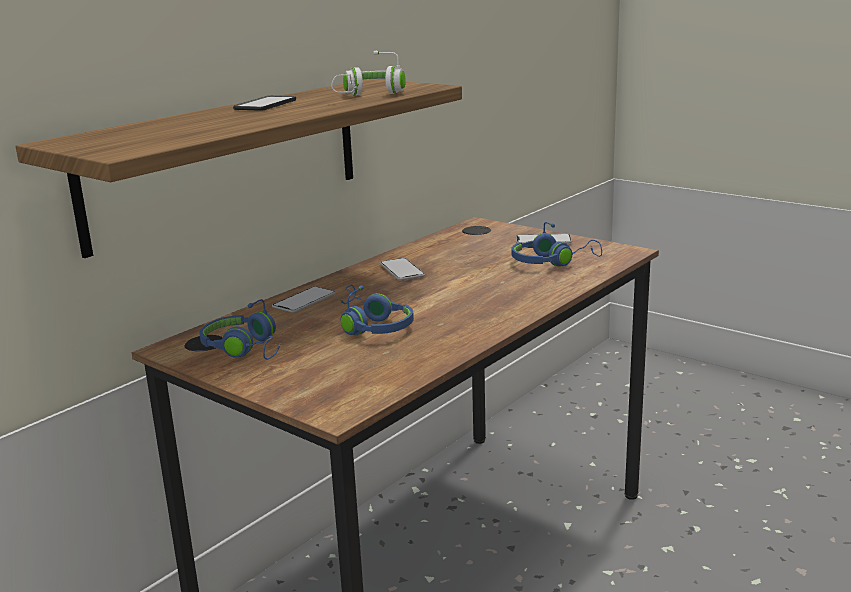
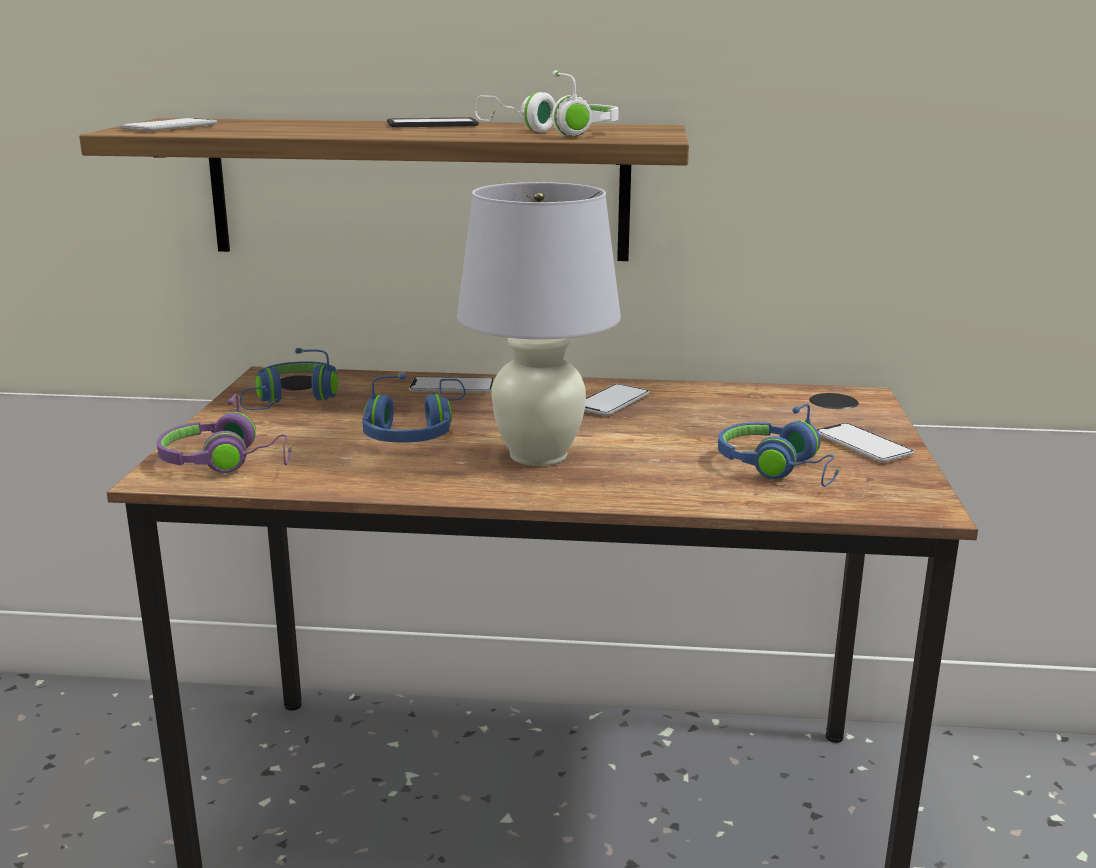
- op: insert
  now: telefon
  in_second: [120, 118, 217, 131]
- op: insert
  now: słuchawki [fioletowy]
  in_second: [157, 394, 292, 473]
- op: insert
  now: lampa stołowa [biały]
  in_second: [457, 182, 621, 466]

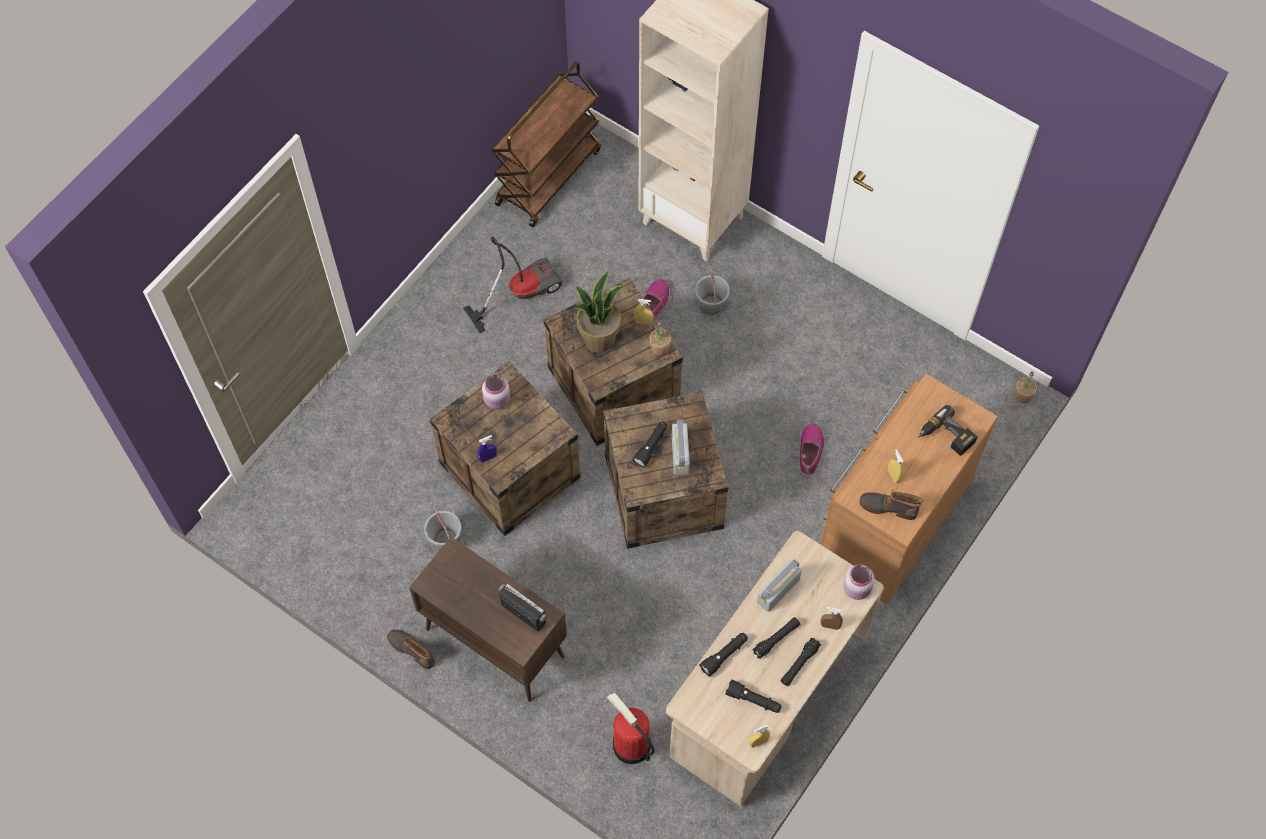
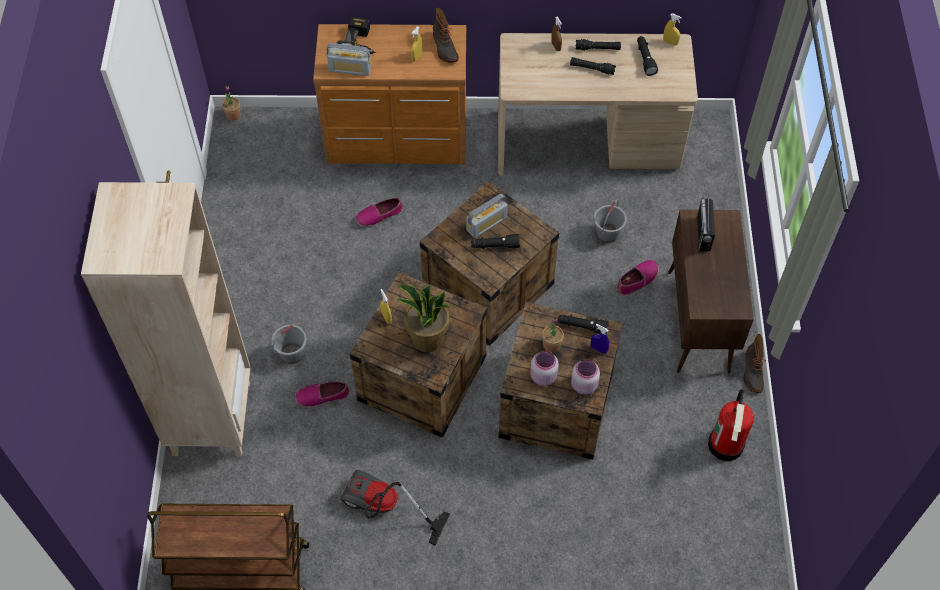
- op: insert
  now: but
  in_second: [617, 260, 659, 296]
- op: move
  was: wiadro [szary]
  in_first: [424, 508, 462, 550]
  in_second: [594, 199, 627, 243]
- op: move
  was: gaśnica
  in_first: [606, 693, 655, 764]
  in_second: [708, 389, 754, 461]
- op: move
  was: roślina doniczkowa
  in_first: [650, 320, 671, 356]
  in_second: [542, 317, 564, 353]
- op: move
  was: latarka [czarny]
  in_first: [699, 633, 748, 677]
  in_second: [558, 315, 609, 334]
- op: move
  was: radio
  in_first: [757, 559, 802, 612]
  in_second: [327, 43, 371, 76]
- op: move
  was: słoik [różowy]
  in_first: [843, 564, 875, 600]
  in_second: [571, 359, 600, 395]

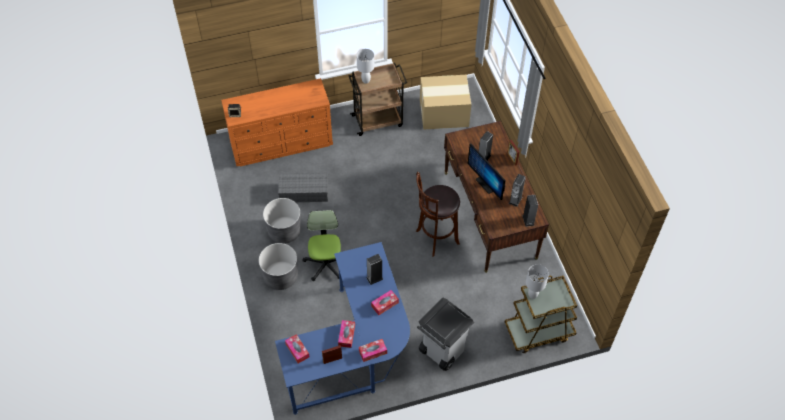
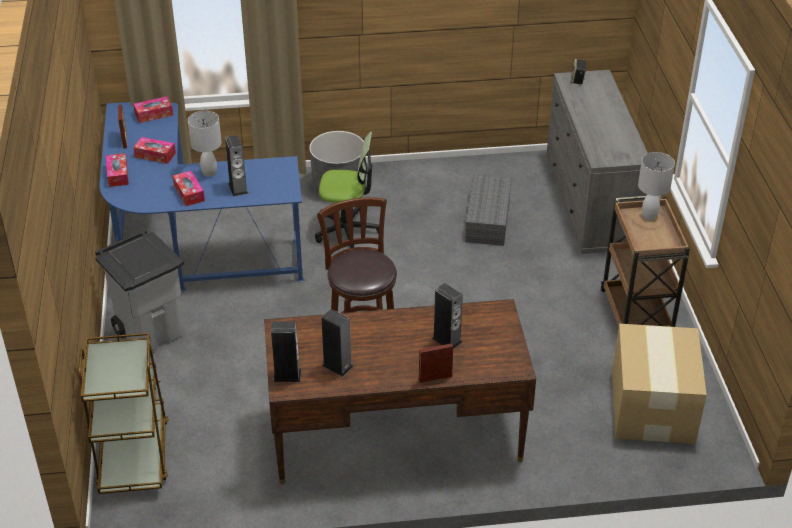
- op: delete
  was: donica [szary]
  in_first: [263, 198, 301, 244]
- op: delete
  was: monitor
  in_first: [468, 144, 505, 200]
- op: move
  was: lampa stołowa [biały]
  in_first: [526, 264, 549, 299]
  in_second: [188, 111, 222, 177]
- op: recolor
  was: komoda [pomarańczowy]
  now: komoda [szary]
  in_first: [221, 78, 333, 166]
  in_second: [546, 70, 648, 254]

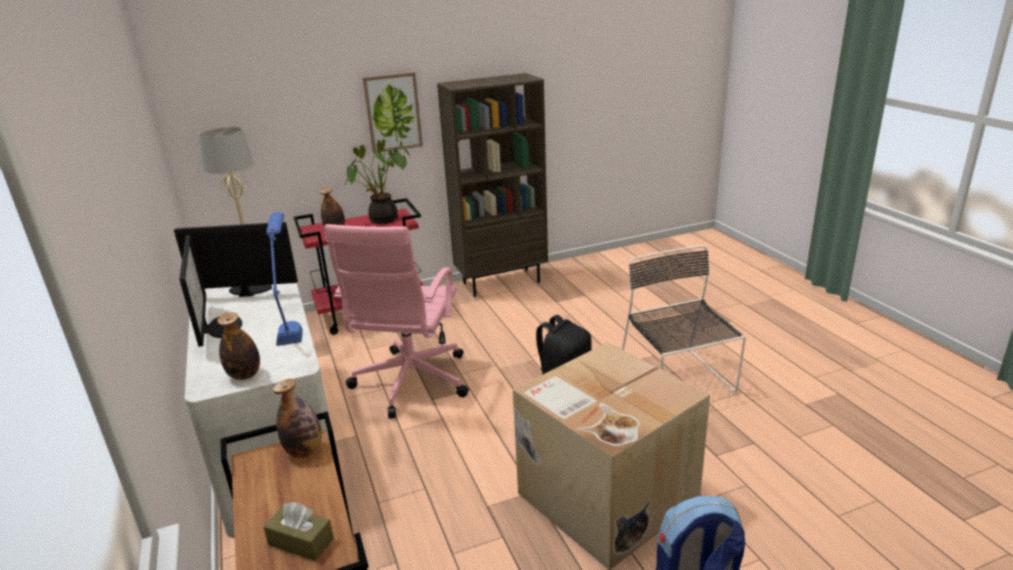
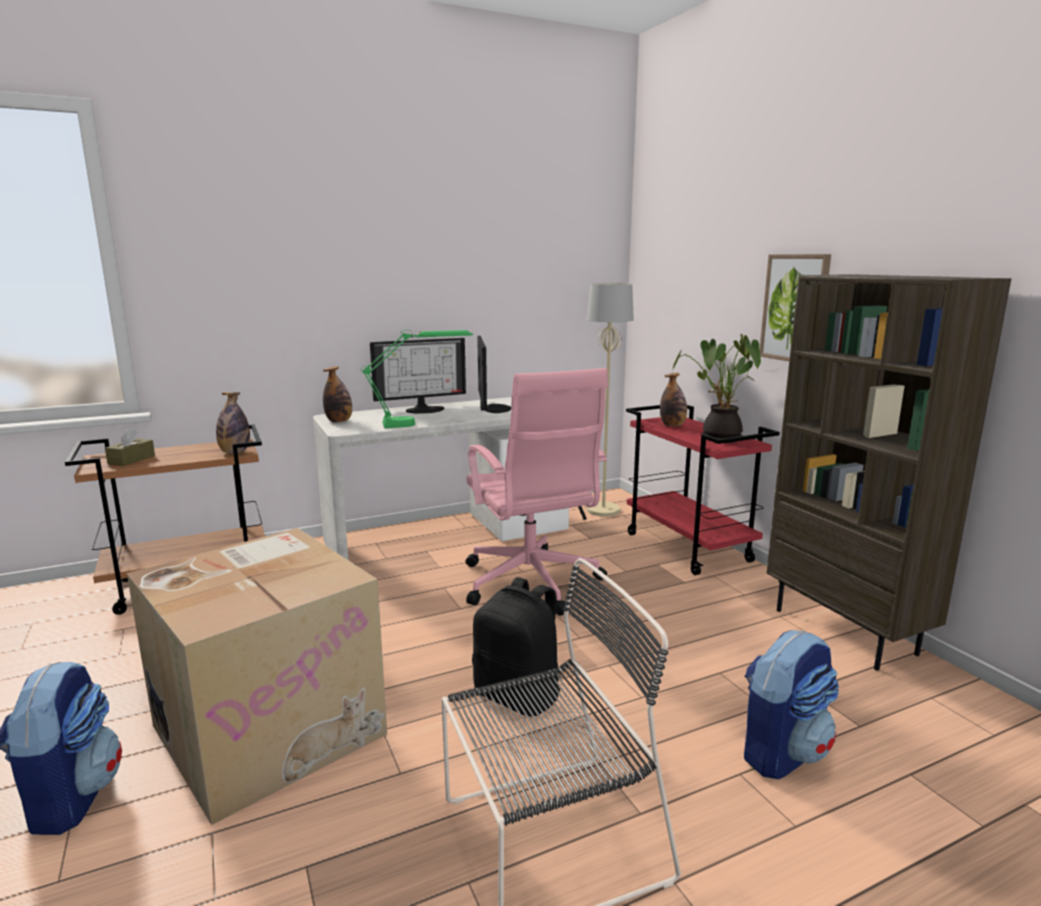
- op: insert
  now: plecak
  in_second: [744, 630, 839, 779]
- op: recolor
  was: lampa stołowa [niebieski]
  now: lampa stołowa [zielony]
  in_first: [266, 212, 303, 346]
  in_second: [361, 330, 473, 428]
- op: rotate
  was: krzesło biurowe [różowy]
  in_first: [325, 224, 469, 419]
  in_second: [465, 368, 608, 616]
  clockwise: -120

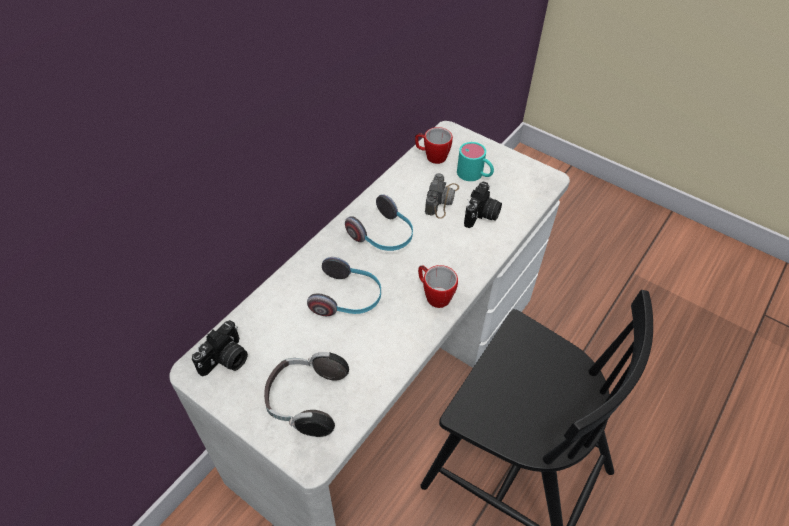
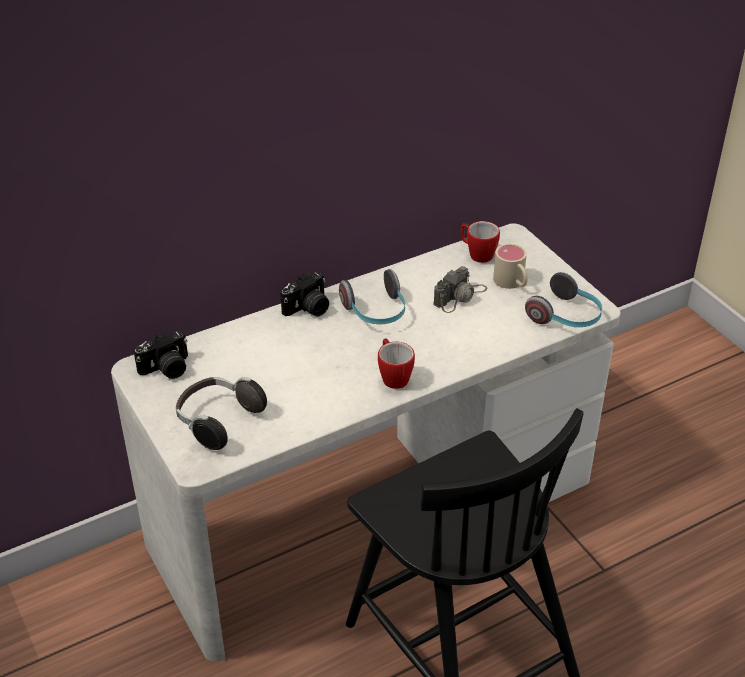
- op: move
  was: słuchawki
  in_first: [307, 257, 381, 316]
  in_second: [525, 272, 602, 327]
- op: move
  was: aparat fotograficzny
  in_first: [464, 181, 502, 228]
  in_second: [281, 272, 329, 316]
- op: recolor
  was: kubek [turkusowy]
  now: kubek [beżowy]
  in_first: [457, 142, 494, 181]
  in_second: [493, 244, 528, 289]

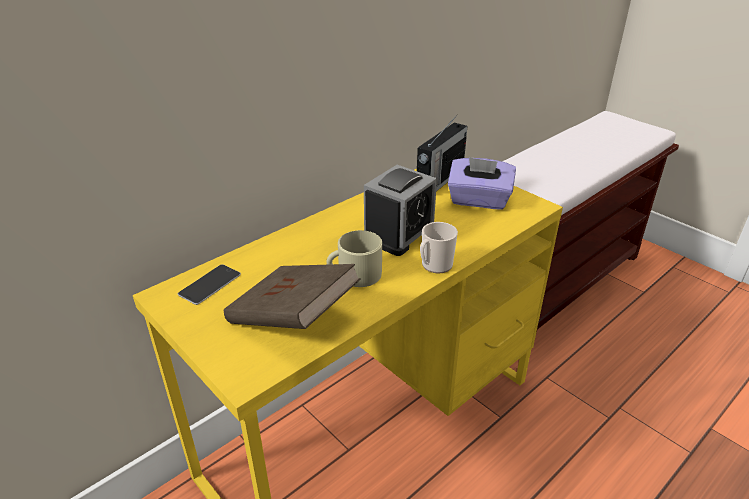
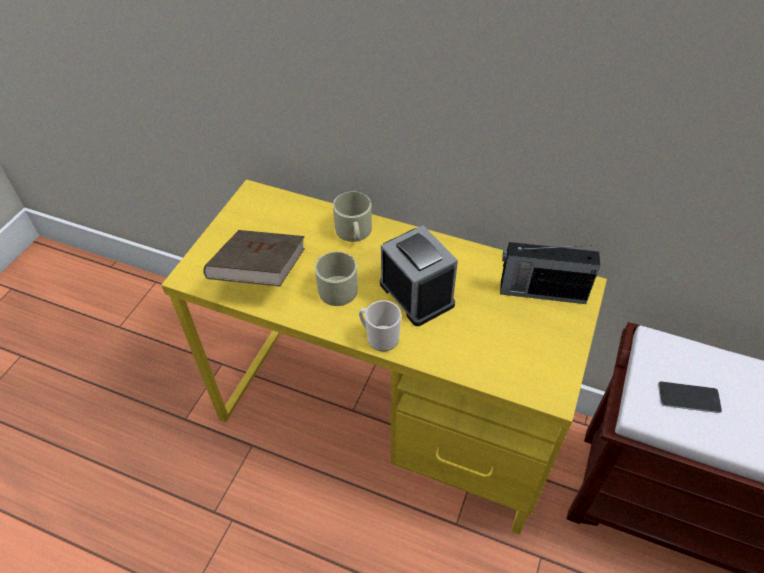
- op: delete
  was: pudełko chusteczek [fioletowy]
  in_first: [448, 157, 516, 210]
- op: insert
  now: kubek [beżowy]
  in_second: [333, 192, 372, 242]
- op: move
  was: telefon
  in_first: [178, 264, 241, 305]
  in_second: [658, 381, 722, 413]
- op: rotate
  was: budzik
  in_first: [364, 165, 437, 256]
  in_second: [380, 225, 458, 326]
  clockwise: -135

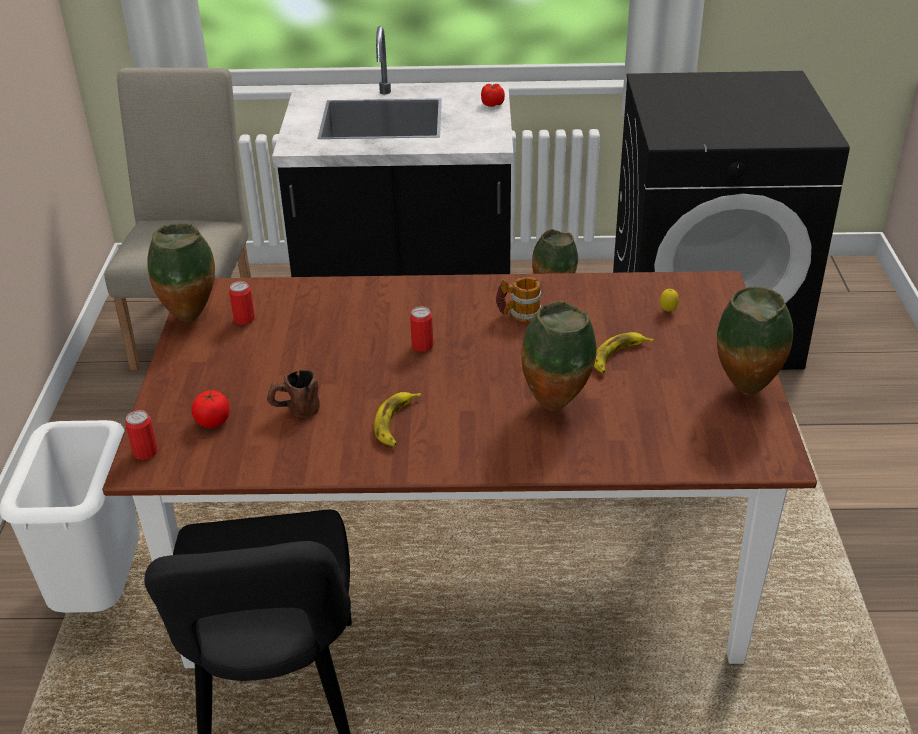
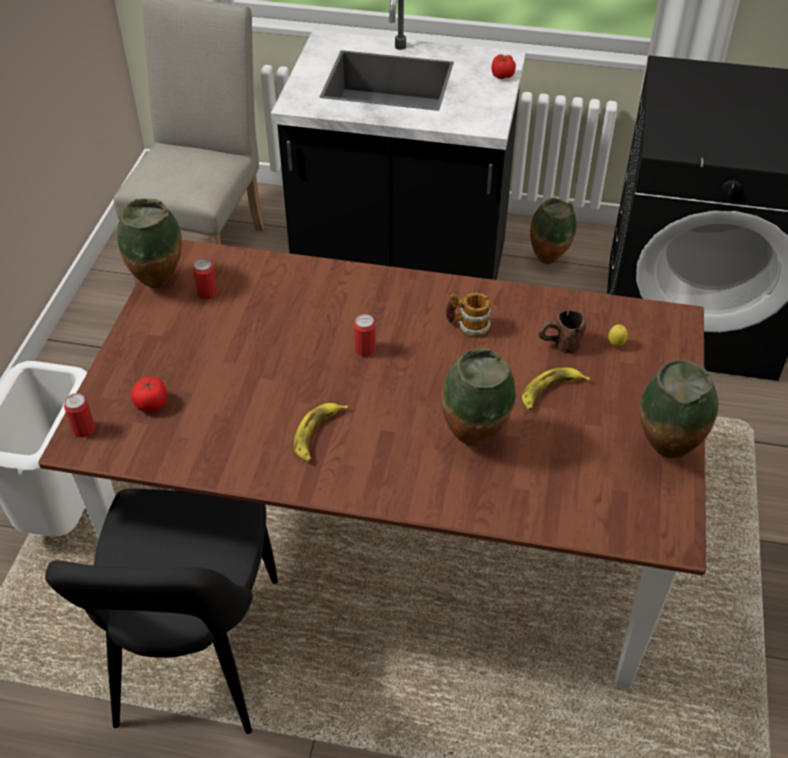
- op: move
  was: kubek [brązowy]
  in_first: [267, 370, 320, 418]
  in_second: [538, 310, 586, 353]

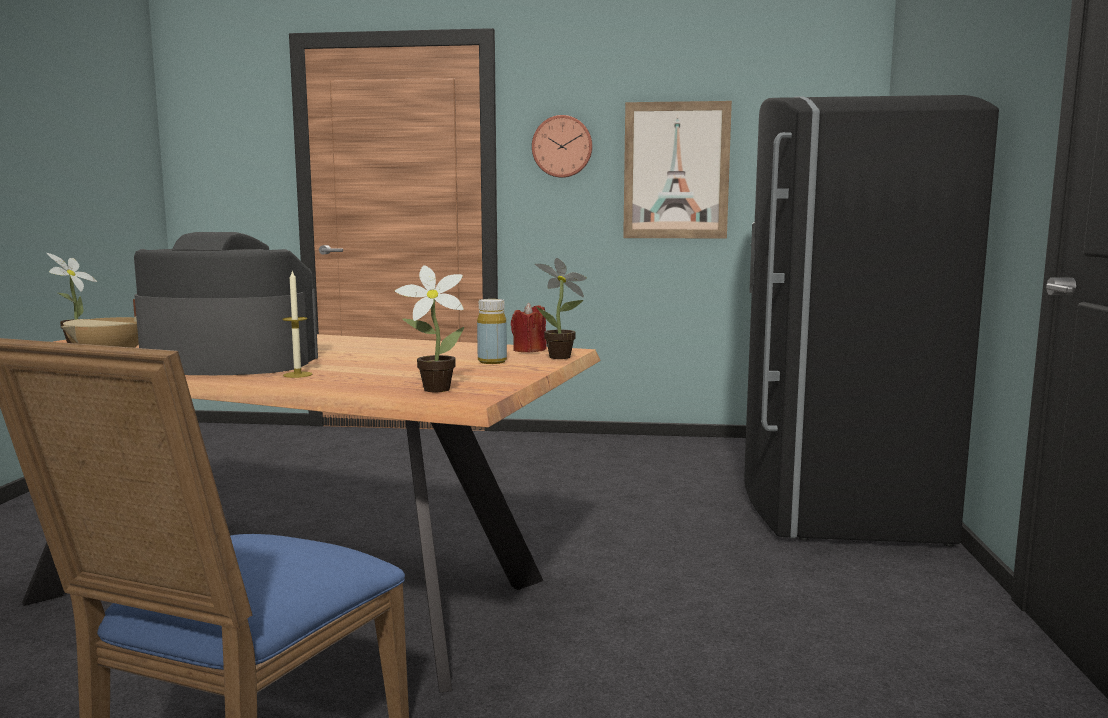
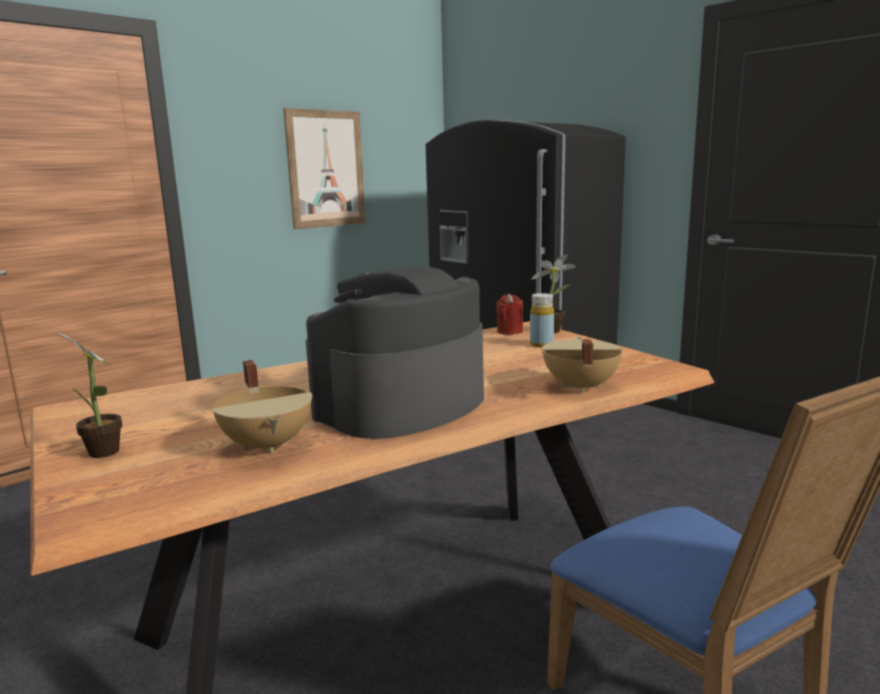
- op: delete
  was: świeca
  in_first: [282, 271, 312, 378]
- op: delete
  was: roślina doniczkowa
  in_first: [395, 265, 464, 392]
- op: delete
  was: zegar ścienny
  in_first: [532, 115, 592, 178]
- op: insert
  now: garnek [beżowy]
  in_second: [542, 337, 623, 393]

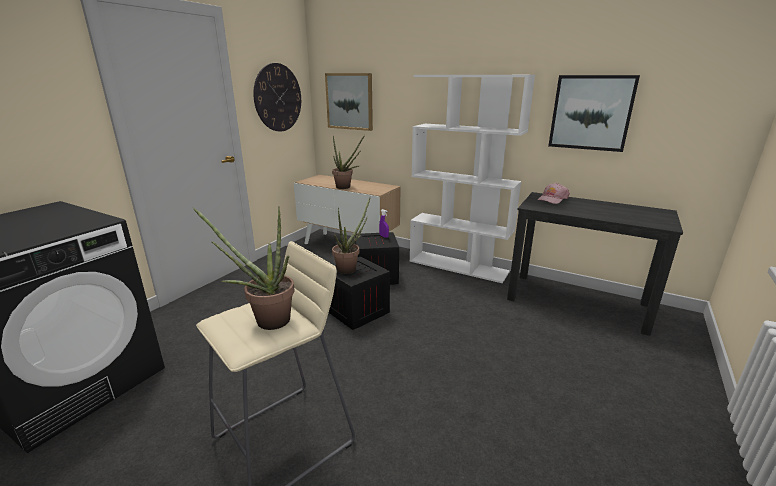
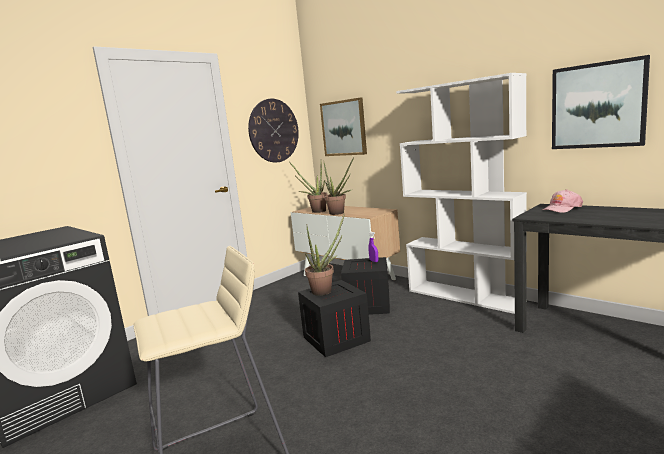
- op: move
  was: roślina doniczkowa
  in_first: [193, 206, 295, 330]
  in_second: [289, 161, 327, 213]

